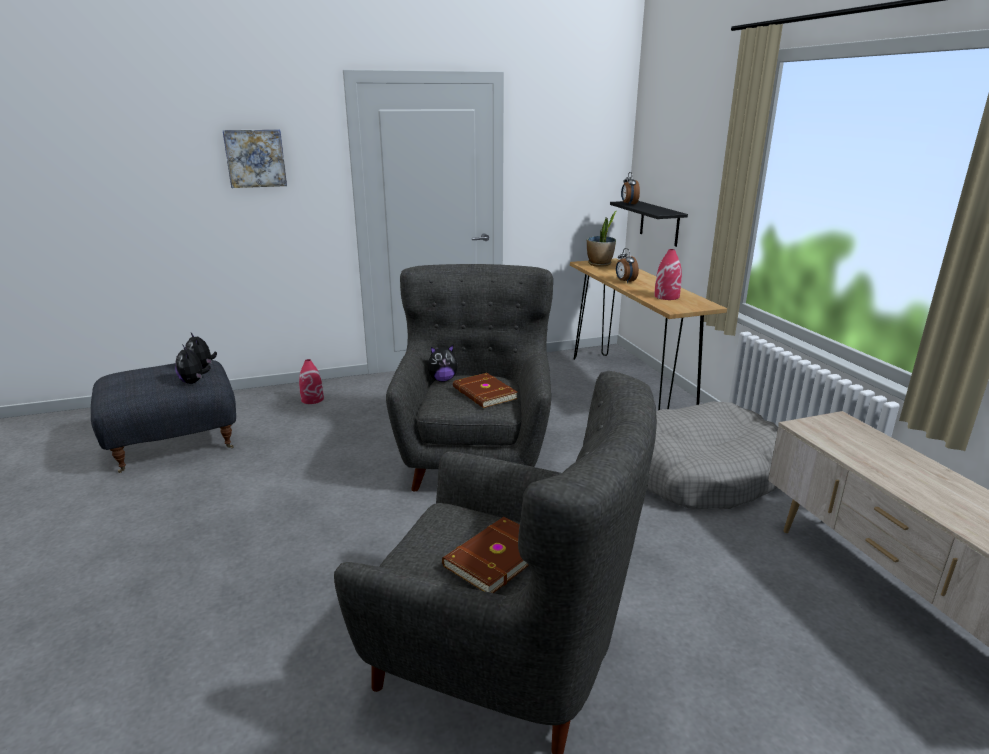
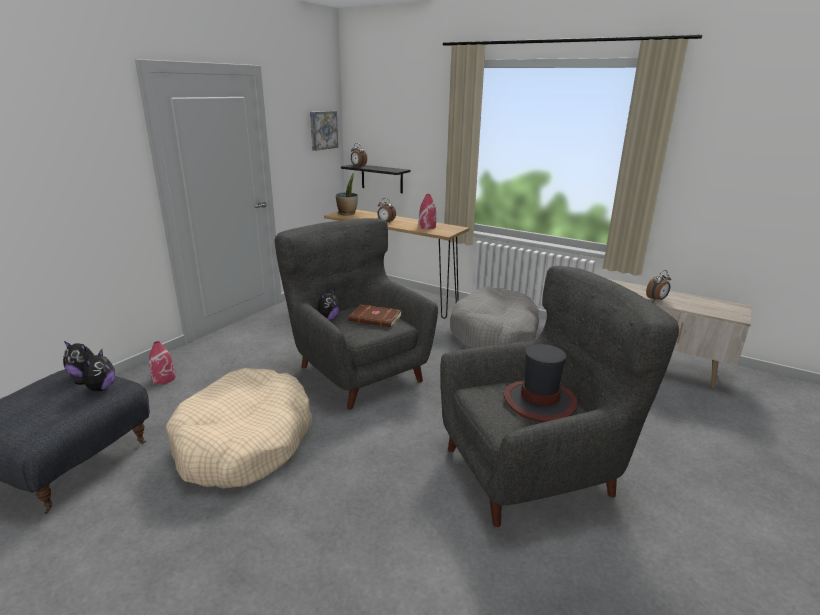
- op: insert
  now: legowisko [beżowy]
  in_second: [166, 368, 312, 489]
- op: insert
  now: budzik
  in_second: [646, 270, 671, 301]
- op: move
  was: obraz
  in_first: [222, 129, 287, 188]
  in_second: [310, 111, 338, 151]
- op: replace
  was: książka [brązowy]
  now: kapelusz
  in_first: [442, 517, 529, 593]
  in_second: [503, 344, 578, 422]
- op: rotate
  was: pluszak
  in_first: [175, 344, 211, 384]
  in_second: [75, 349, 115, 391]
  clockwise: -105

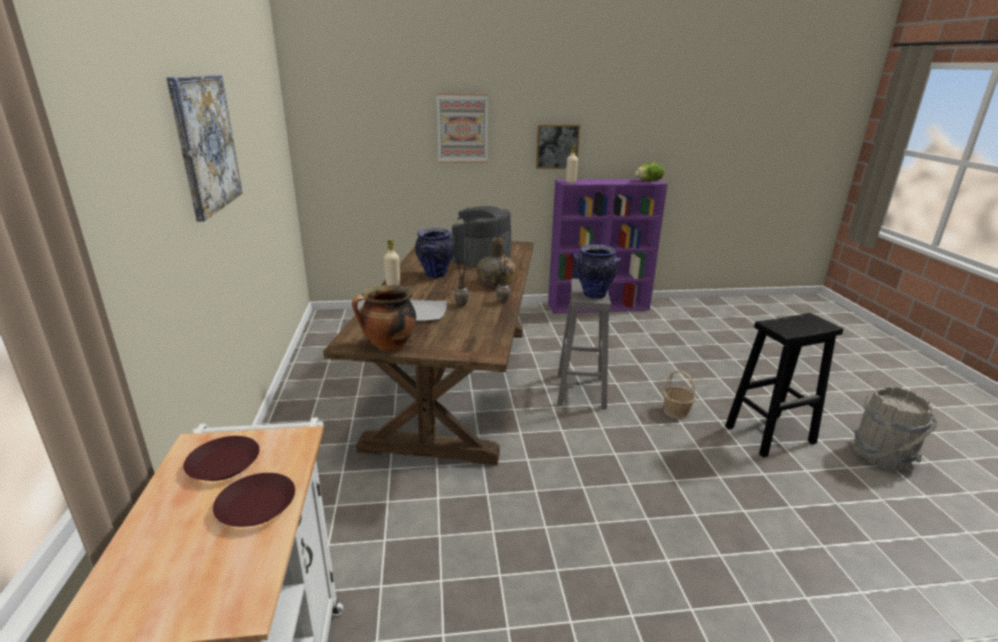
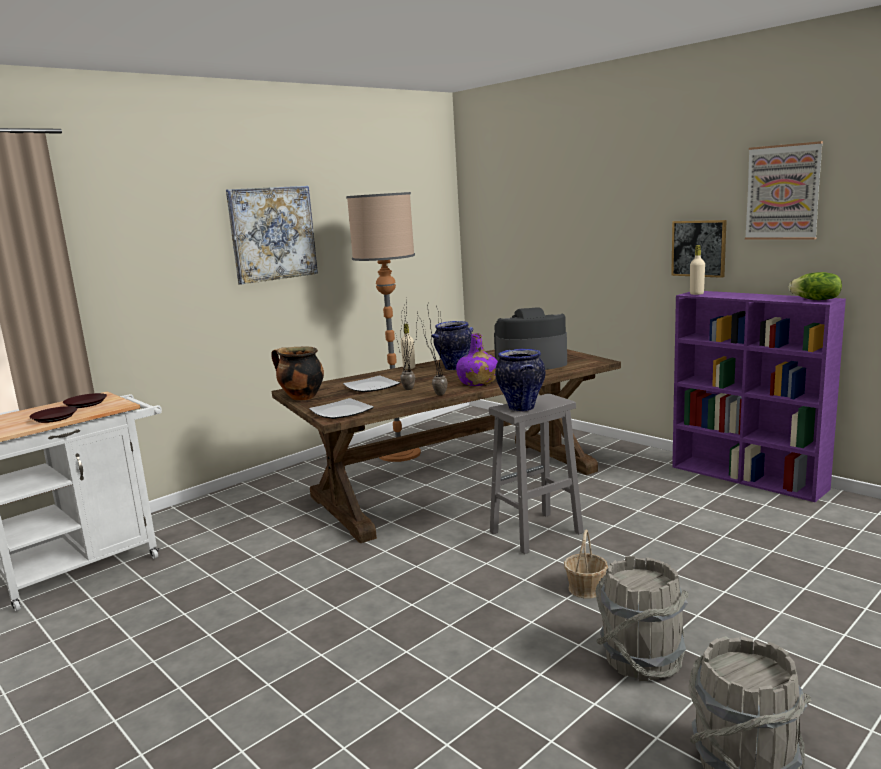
- op: insert
  now: talerz
  in_second: [309, 398, 374, 419]
- op: insert
  now: lampa stojąca
  in_second: [346, 192, 421, 462]
- op: move
  was: obraz
  in_first: [437, 93, 488, 163]
  in_second: [745, 141, 823, 240]
- op: replace
  was: stołek [czarny]
  now: wiadro [szary]
  in_first: [725, 313, 843, 458]
  in_second: [595, 556, 688, 681]
- op: recolor
  was: butelka [zielony]
  now: butelka [fioletowy]
  in_first: [477, 238, 516, 288]
  in_second: [456, 333, 498, 386]

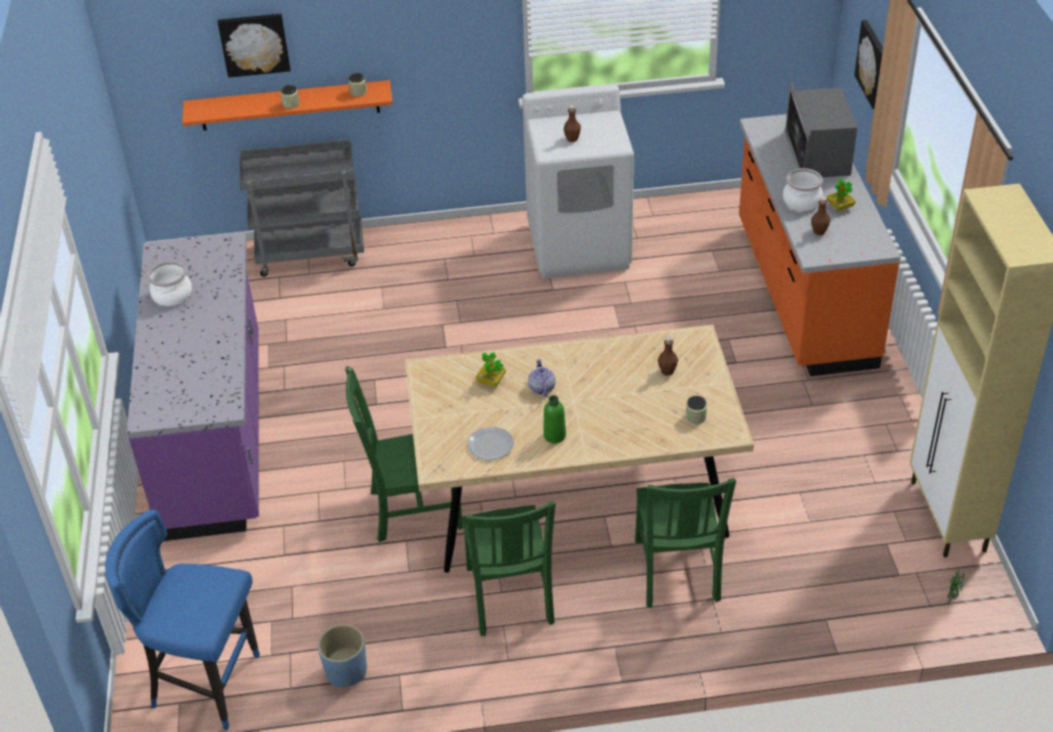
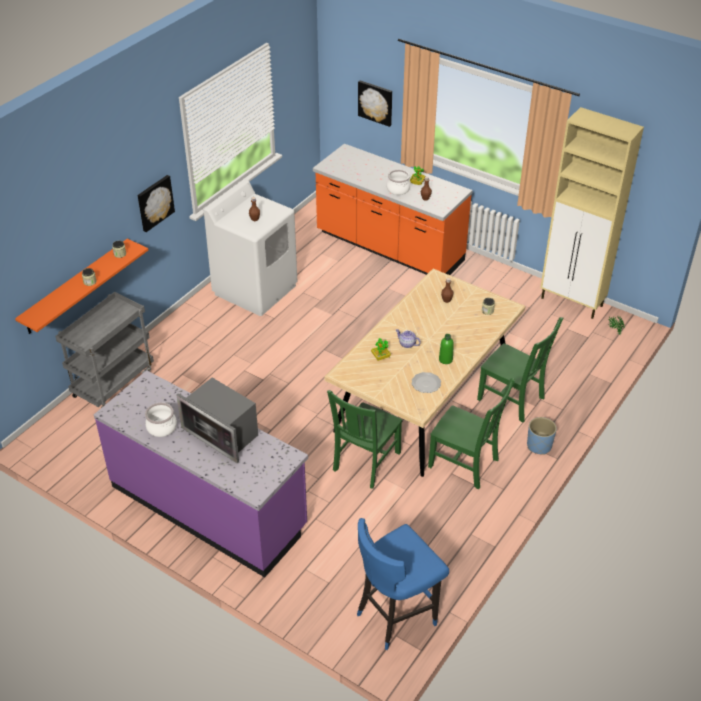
- op: move
  was: obraz
  in_first: [218, 14, 291, 78]
  in_second: [138, 175, 175, 232]
- op: move
  was: donica [niebieski]
  in_first: [318, 624, 367, 687]
  in_second: [527, 417, 557, 455]
- op: move
  was: mikrofalówka
  in_first: [785, 83, 857, 177]
  in_second: [176, 378, 258, 463]

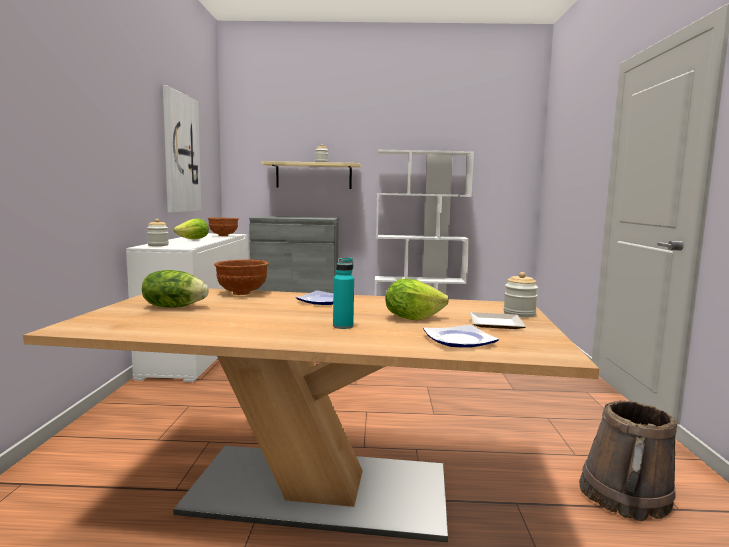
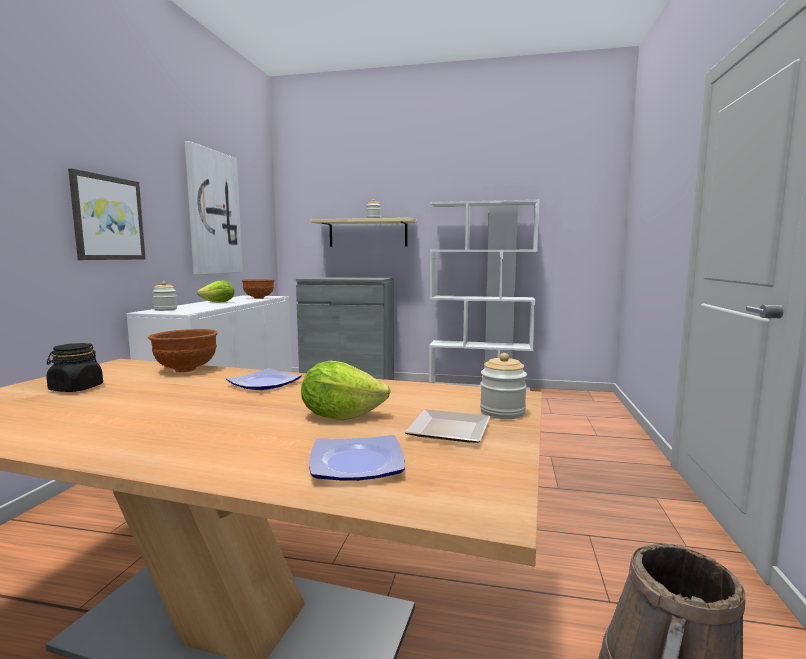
- op: delete
  was: butelka [turkusowy]
  in_first: [333, 258, 354, 329]
- op: insert
  now: obraz
  in_second: [68, 168, 145, 260]
- op: replace
  was: sałata
  now: słoik [czarny]
  in_first: [142, 270, 208, 308]
  in_second: [46, 343, 103, 392]

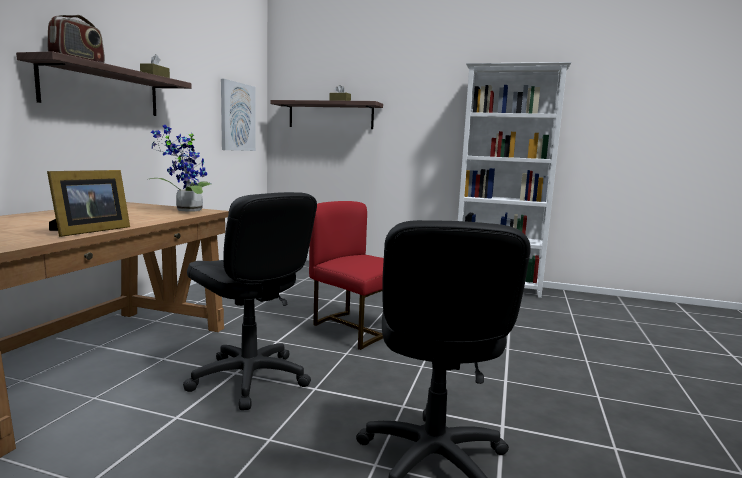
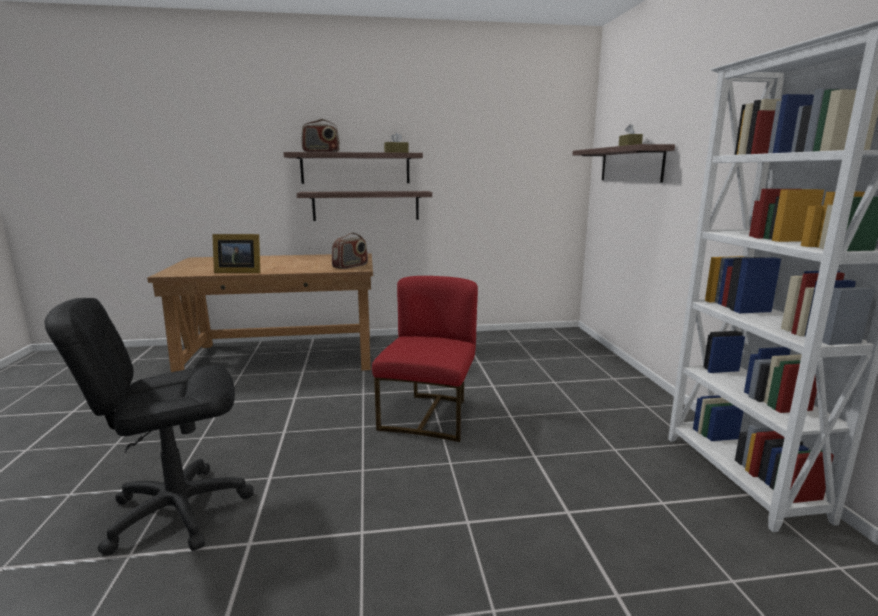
- op: delete
  was: krzesło biurowe [czarny]
  in_first: [183, 192, 317, 410]
- op: delete
  was: obraz
  in_first: [221, 79, 256, 151]
- op: insert
  now: półka
  in_second: [297, 191, 432, 221]
- op: replace
  was: roślina doniczkowa
  now: radio
  in_first: [147, 125, 211, 212]
  in_second: [332, 233, 368, 269]

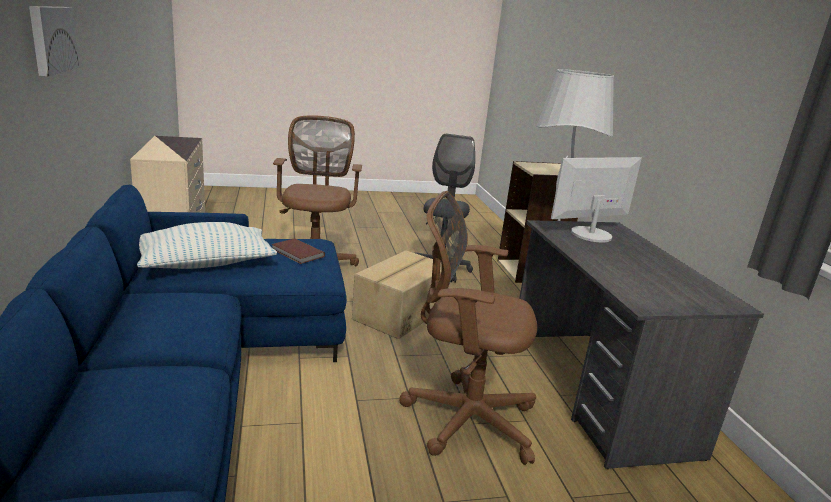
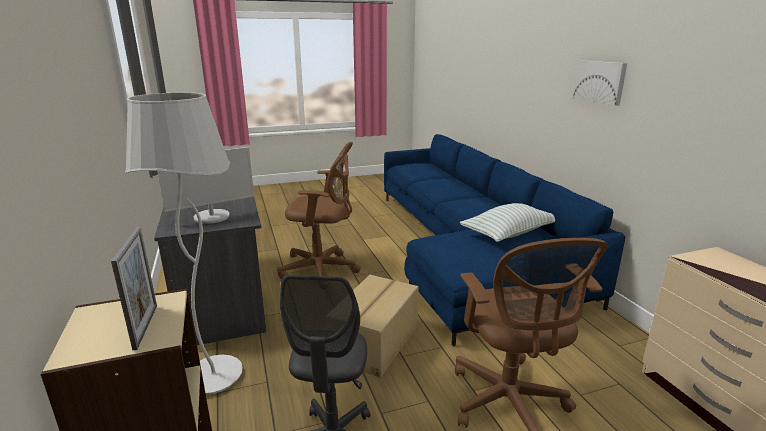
- op: delete
  was: książka [brązowy]
  in_first: [272, 238, 325, 264]
- op: insert
  now: ramka na zdjęcie
  in_second: [111, 227, 157, 350]

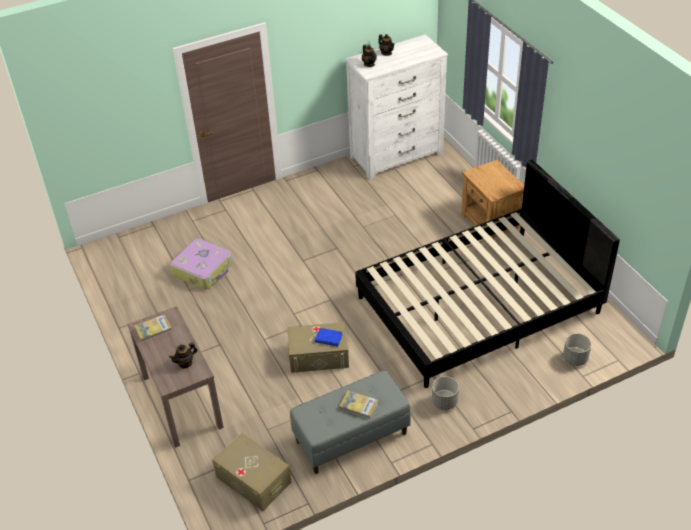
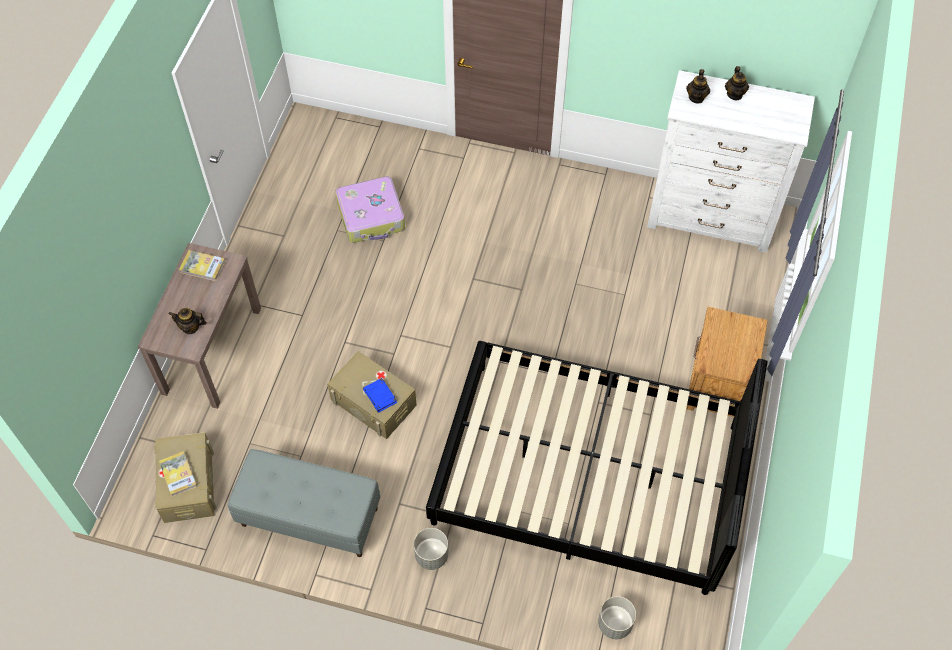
- op: move
  was: książka
  in_first: [339, 390, 378, 419]
  in_second: [159, 451, 197, 497]

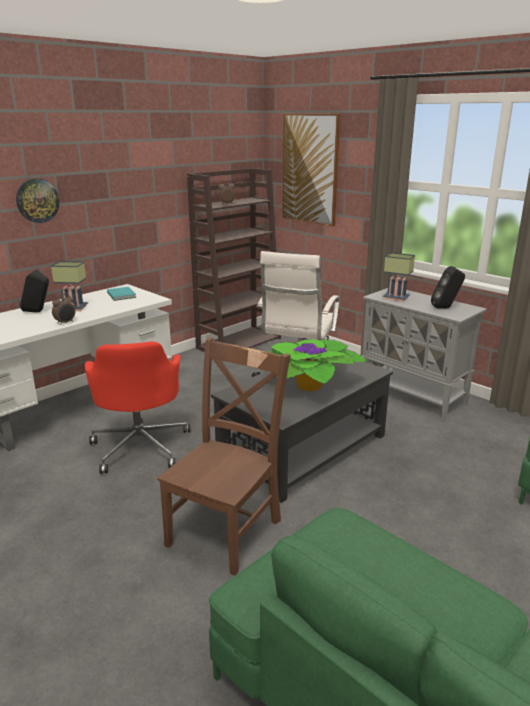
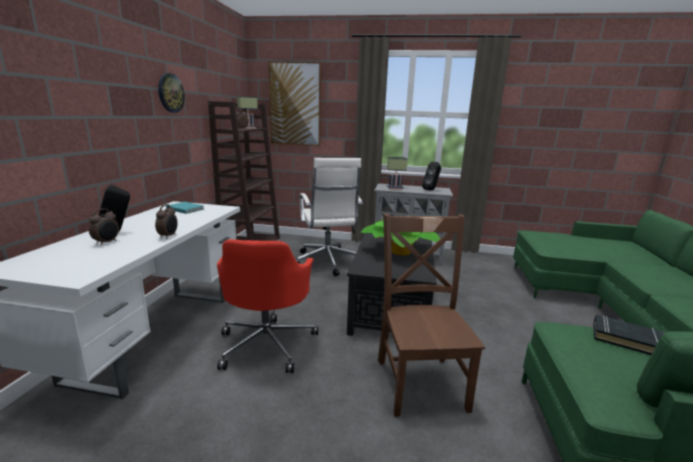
- op: insert
  now: budzik
  in_second: [89, 209, 119, 245]
- op: insert
  now: książka [czarny]
  in_second: [593, 315, 665, 355]
- op: move
  was: zegar ścienny
  in_first: [16, 178, 60, 223]
  in_second: [158, 73, 185, 113]
- op: move
  was: lampa stołowa
  in_first: [51, 261, 88, 311]
  in_second: [237, 96, 258, 129]
- op: rotate
  was: krzesło biurowe [czerwony]
  in_first: [85, 341, 190, 474]
  in_second: [217, 239, 318, 373]
  clockwise: 45

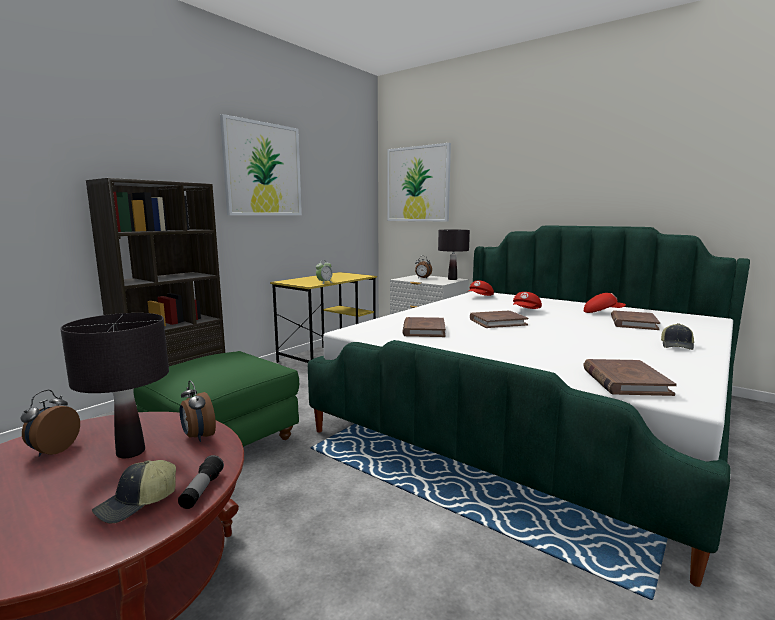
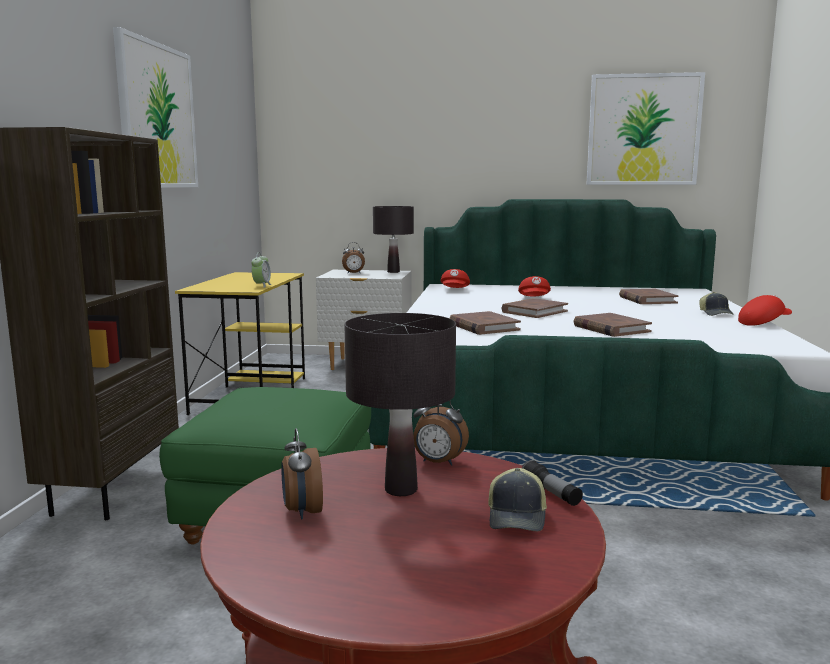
- op: move
  was: obraz
  in_first: [387, 143, 451, 222]
  in_second: [586, 72, 705, 185]
- op: move
  was: książka [brązowy]
  in_first: [583, 359, 677, 396]
  in_second: [574, 313, 652, 337]
- op: move
  was: czapka z daszkiem [czerwony]
  in_first: [584, 293, 626, 313]
  in_second: [738, 295, 792, 326]

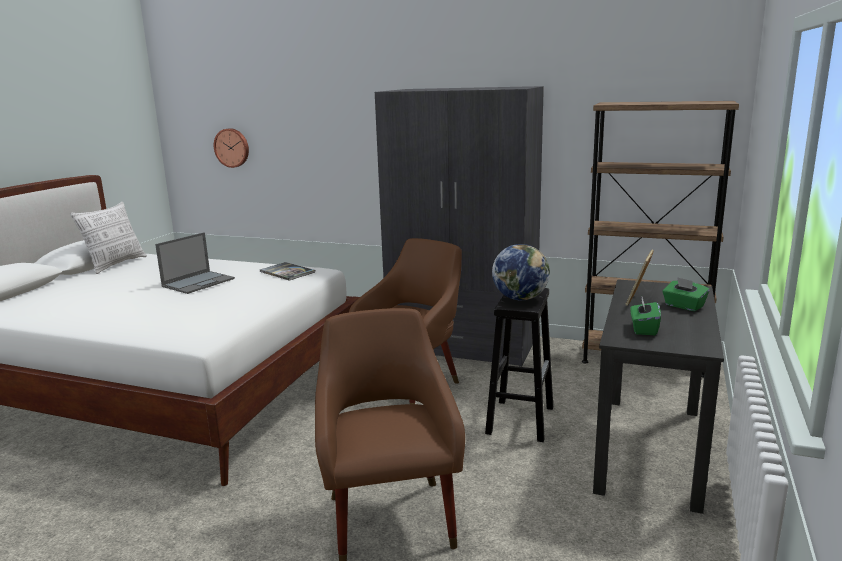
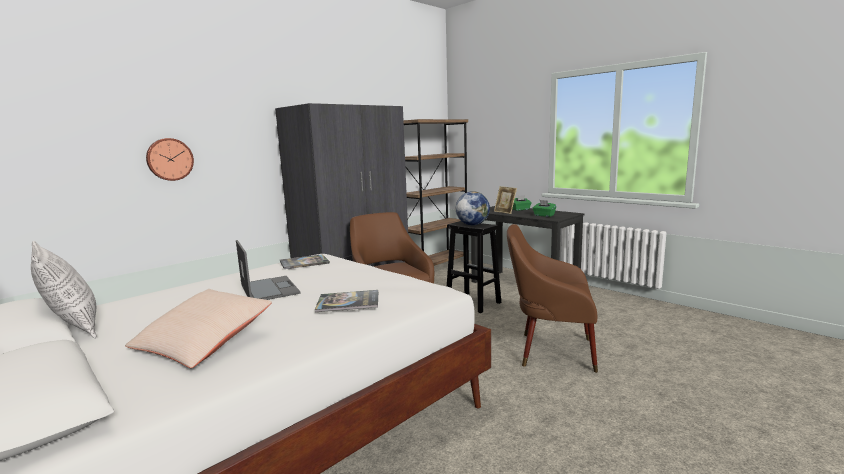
- op: insert
  now: poduszka [beżowy]
  in_second: [125, 289, 272, 368]
- op: insert
  now: książka
  in_second: [315, 290, 378, 312]
- op: move
  was: zegar ścienny
  in_first: [214, 128, 249, 168]
  in_second: [146, 138, 194, 181]

